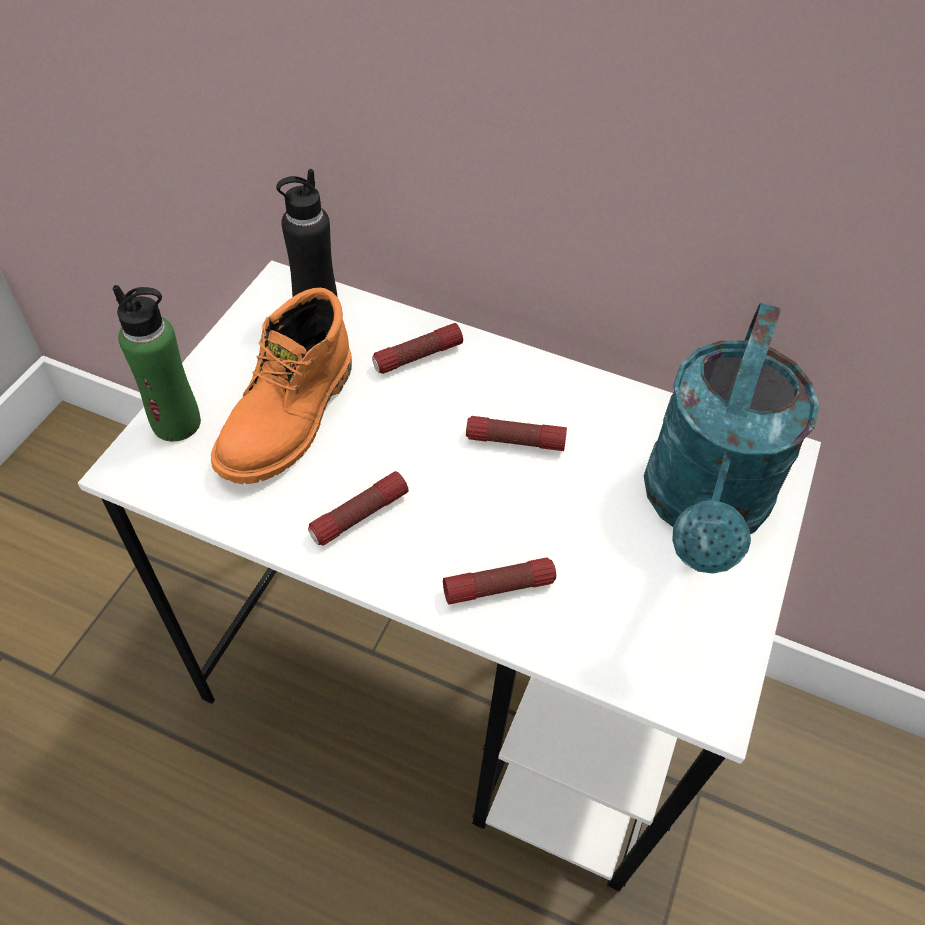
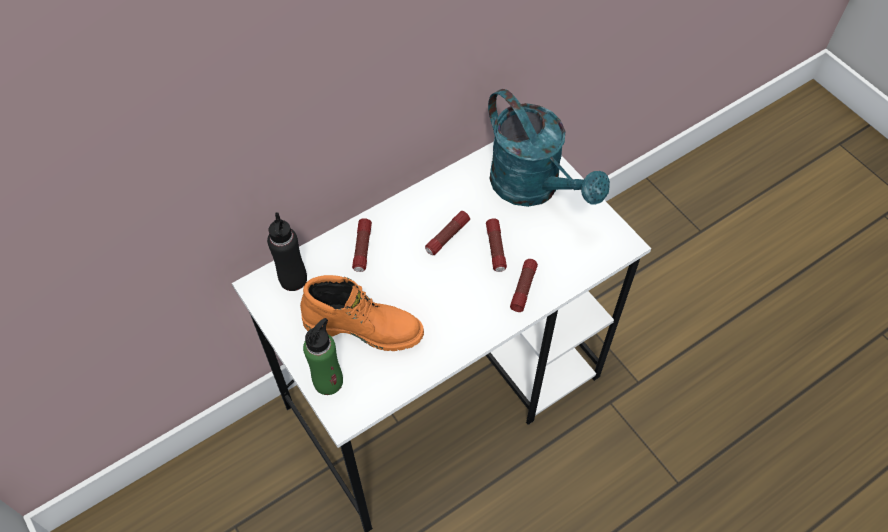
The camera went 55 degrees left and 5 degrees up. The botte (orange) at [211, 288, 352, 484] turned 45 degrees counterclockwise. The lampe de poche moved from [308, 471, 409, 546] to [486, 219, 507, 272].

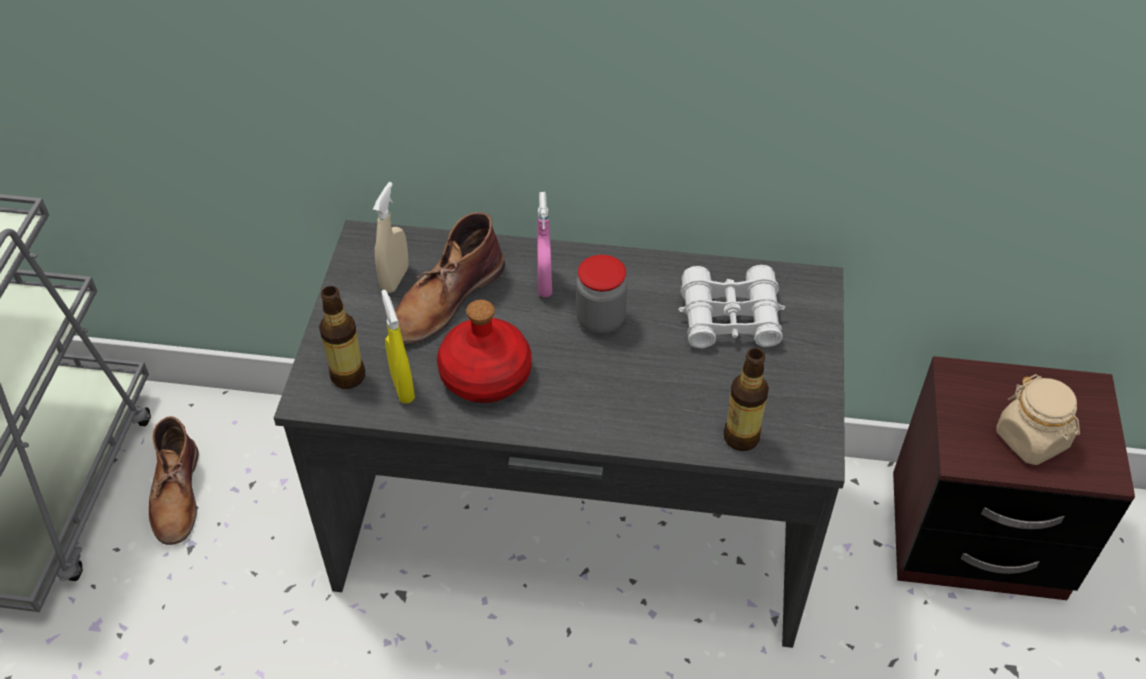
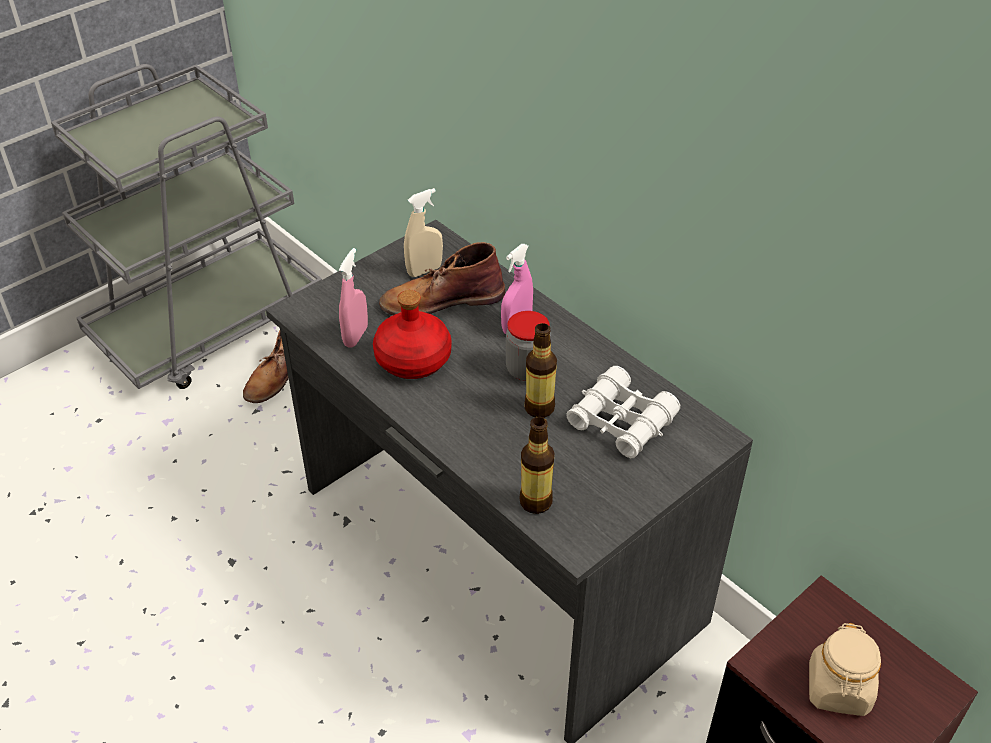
The camera went 40 degrees right and 5 degrees down. The vaporisateur (jaune) at [381, 290, 415, 403] became the vaporisateur (rose) at [339, 248, 368, 348]. The bouteille moved from [319, 286, 365, 389] to [524, 323, 557, 418].

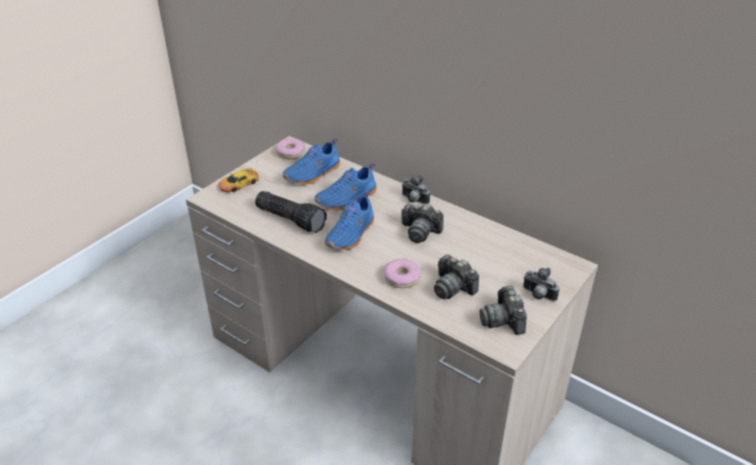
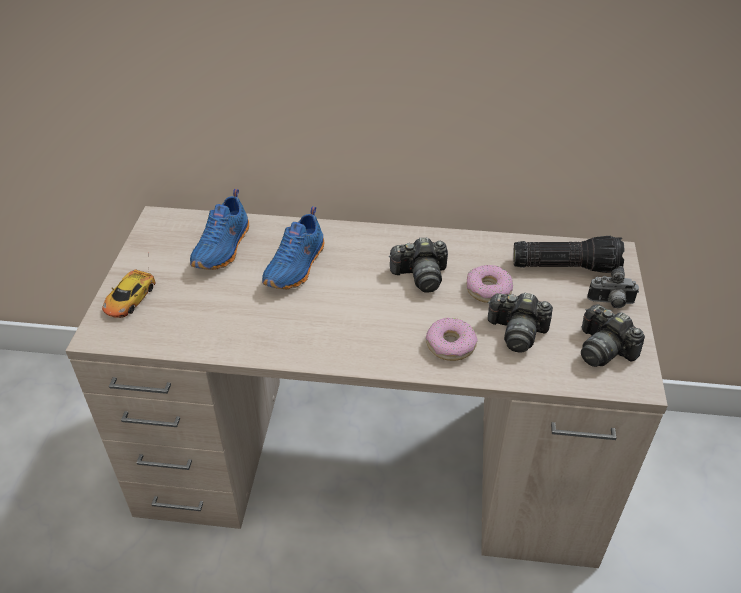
The camera went 30 degrees left and 5 degrees up. The beignet moved from [276, 138, 305, 159] to [466, 265, 513, 303]. The lampe de poche moved from [255, 191, 327, 233] to [513, 235, 625, 273]. The chaussure (bleu) at [325, 191, 374, 250] disappeared. The appareil photo at [402, 175, 430, 204] disappeared.

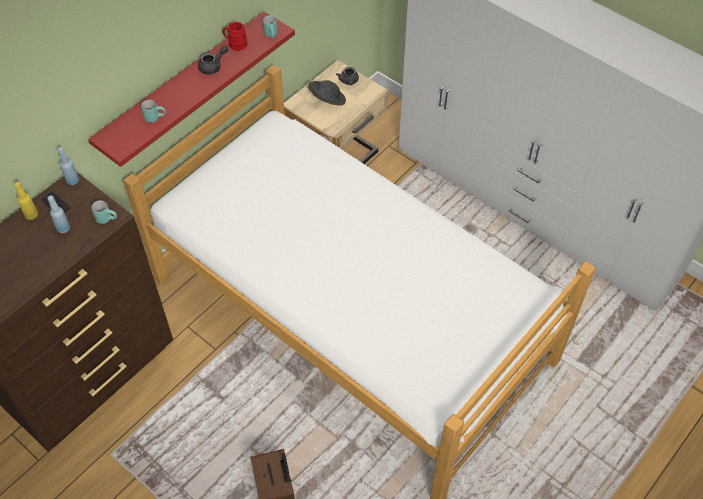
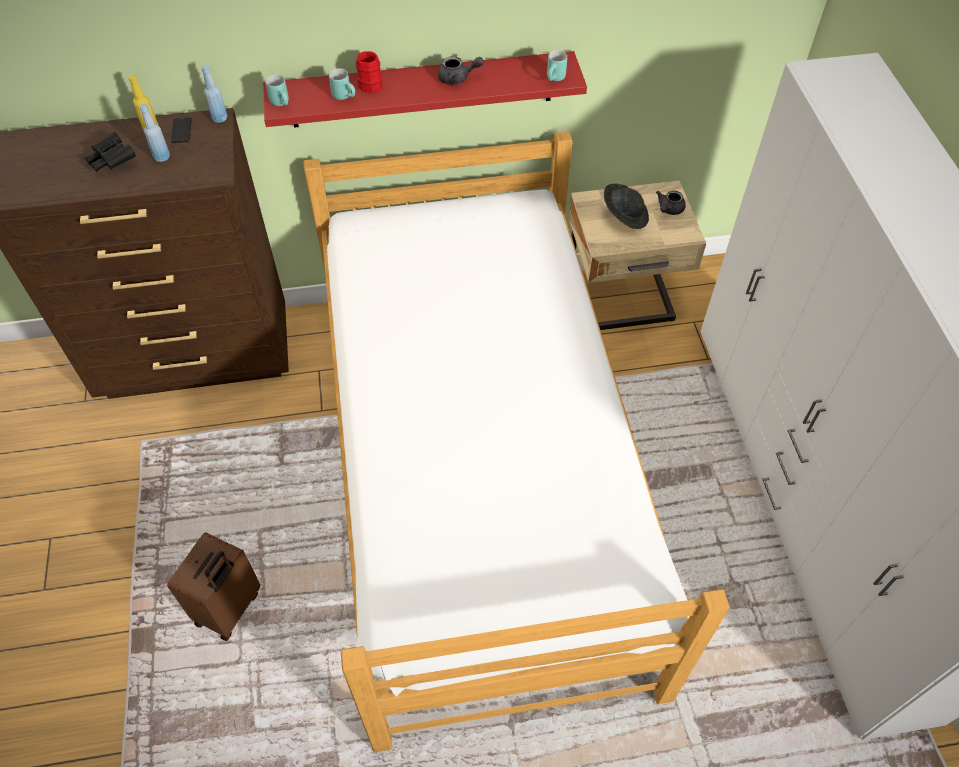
The camera went 40 degrees right and 0 degrees up. The jumelles (noir) at [85, 131, 136, 172] appeared. The mug (turquoise) moved from [91, 200, 117, 224] to [265, 75, 289, 106]. The mug (rouge) moved from [223, 22, 248, 51] to [355, 51, 383, 93].

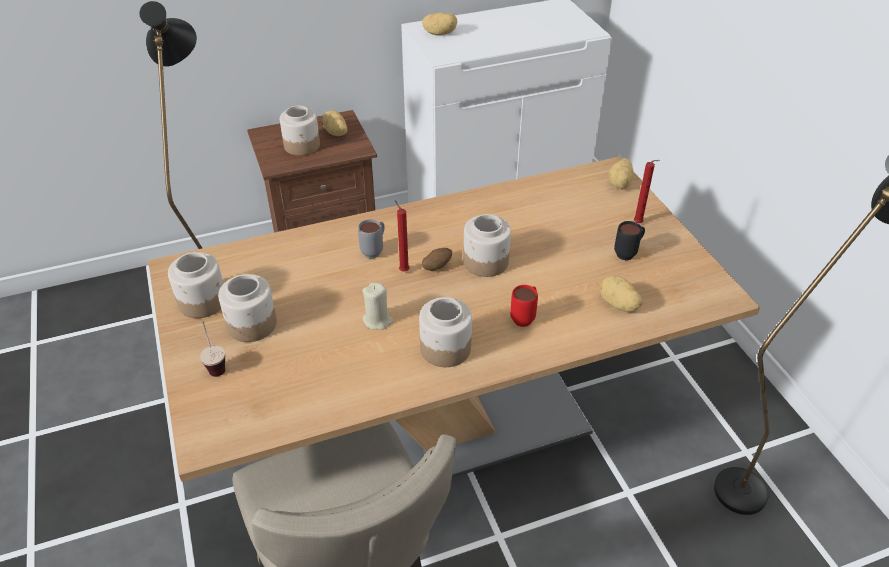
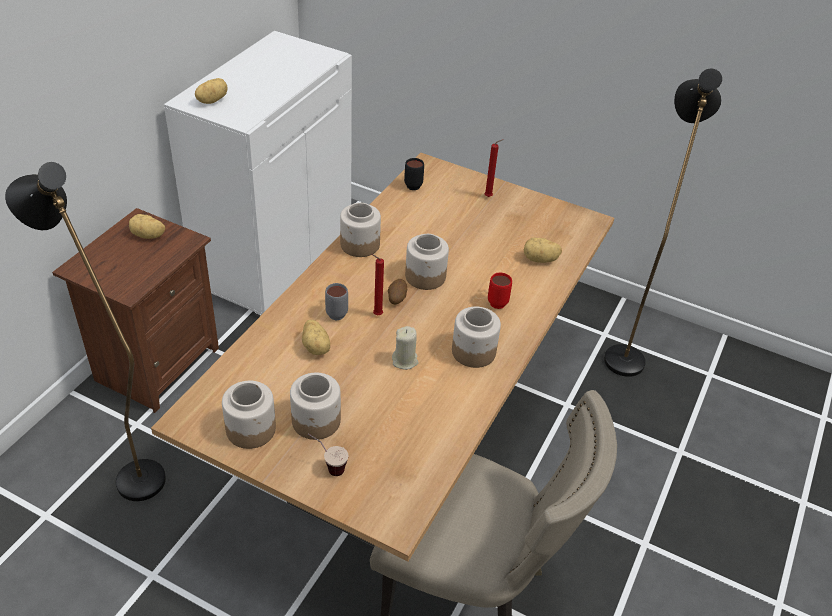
The camera went 45 degrees left and 0 degrees up. The pomme de terre moved from [609, 158, 634, 189] to [302, 319, 330, 355]. The bocal moved from [280, 106, 320, 156] to [340, 203, 381, 257]. The mug (noir) moved from [614, 221, 645, 260] to [404, 158, 424, 190].

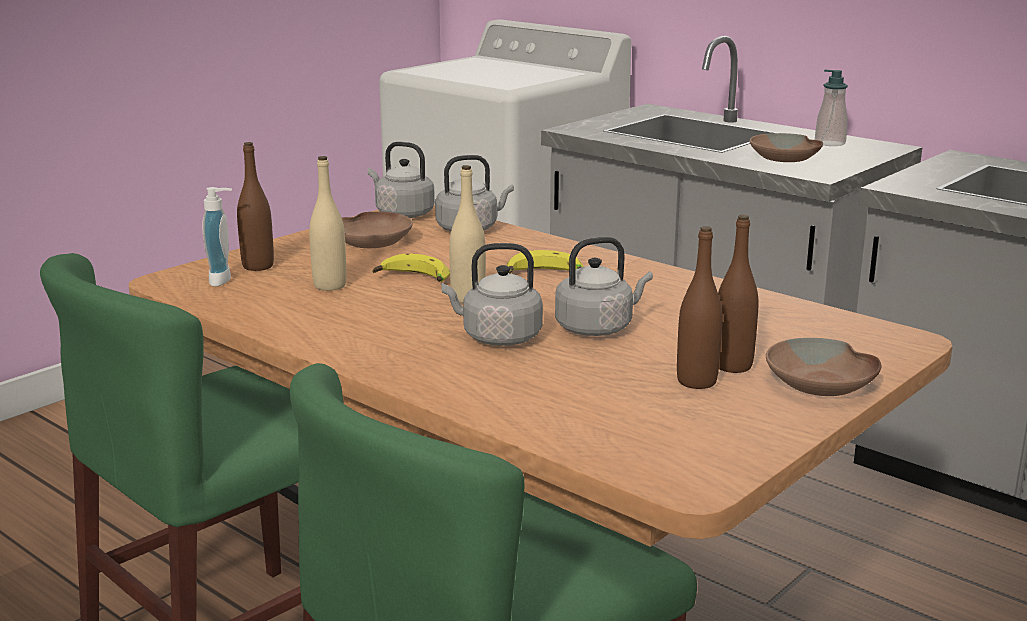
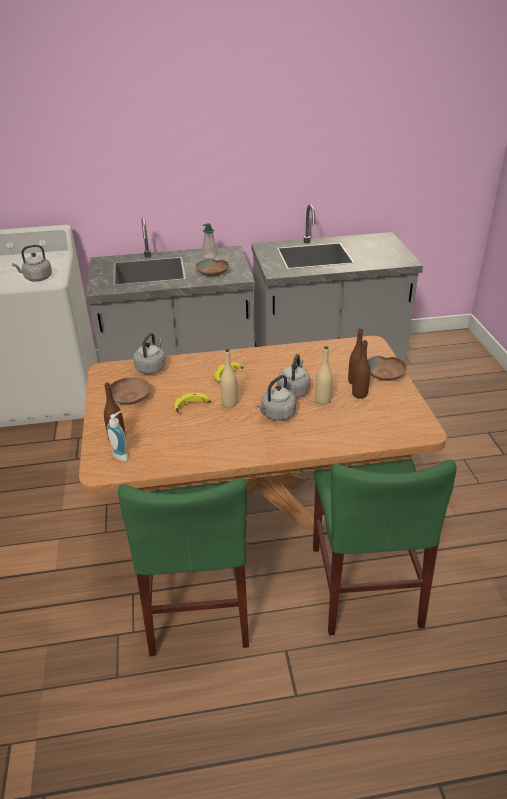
The camera went 50 degrees left and 15 degrees up. The bouilloire (gris) moved from [368, 142, 435, 218] to [12, 245, 52, 281]. The bouteille (beige) moved from [309, 156, 346, 291] to [315, 346, 333, 405].

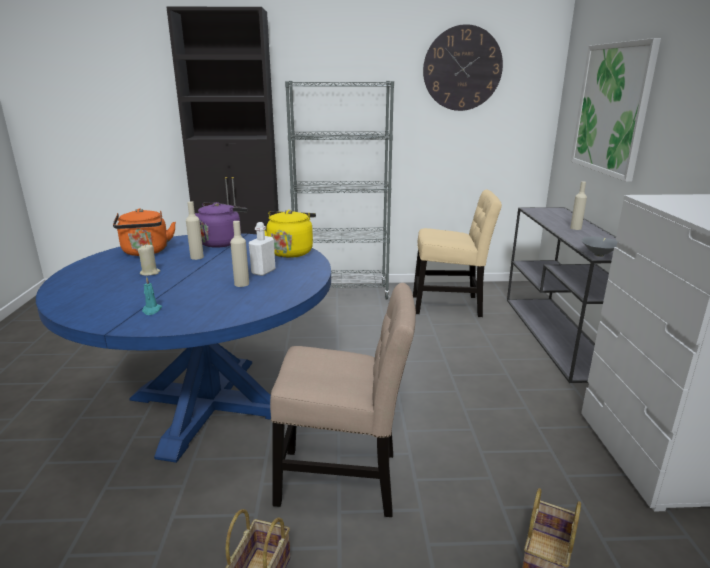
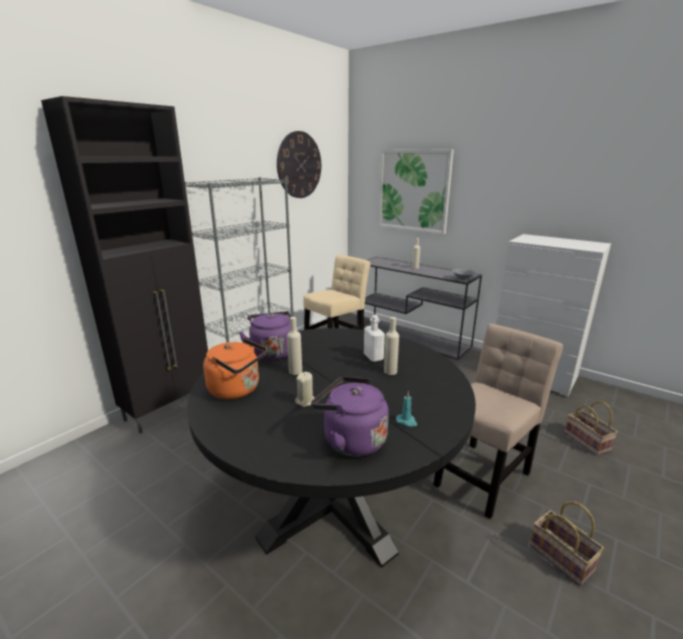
The camera went 50 degrees left and 0 degrees up. The table à manger (bleu) at [36, 233, 331, 463] became the table à manger (noir) at [187, 328, 476, 567]. The bouilloire (violet) at [311, 377, 389, 457] appeared. The bouilloire (jaune) at [265, 210, 316, 258] disappeared.

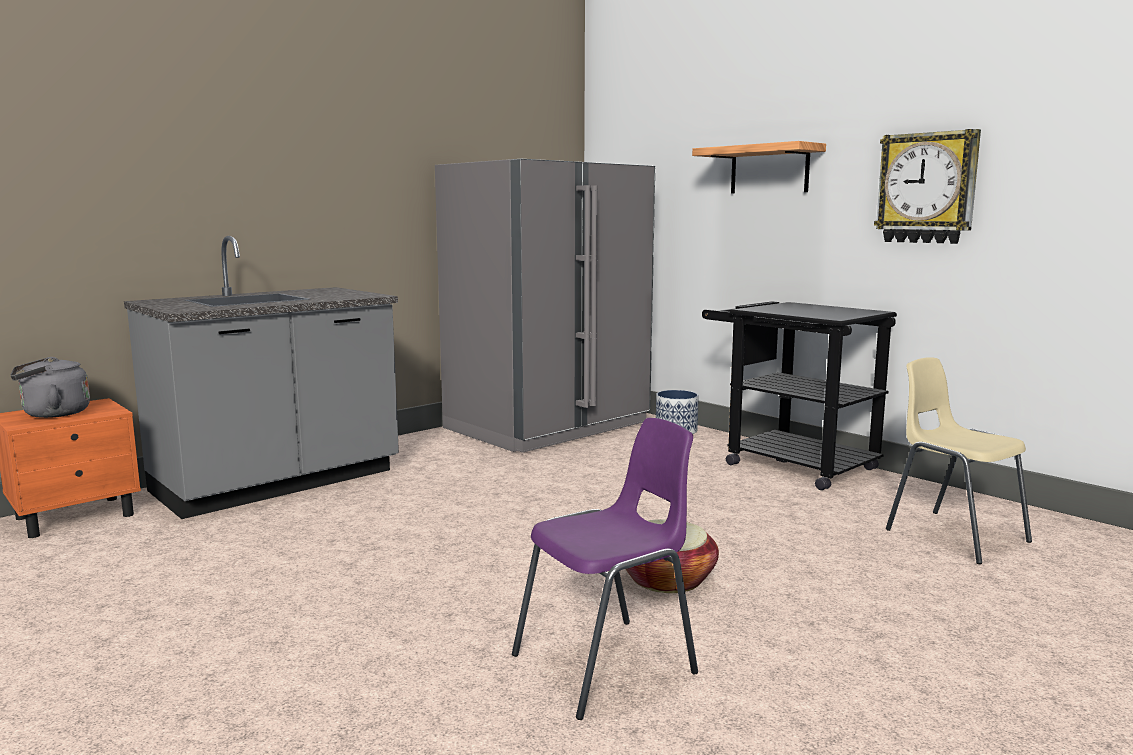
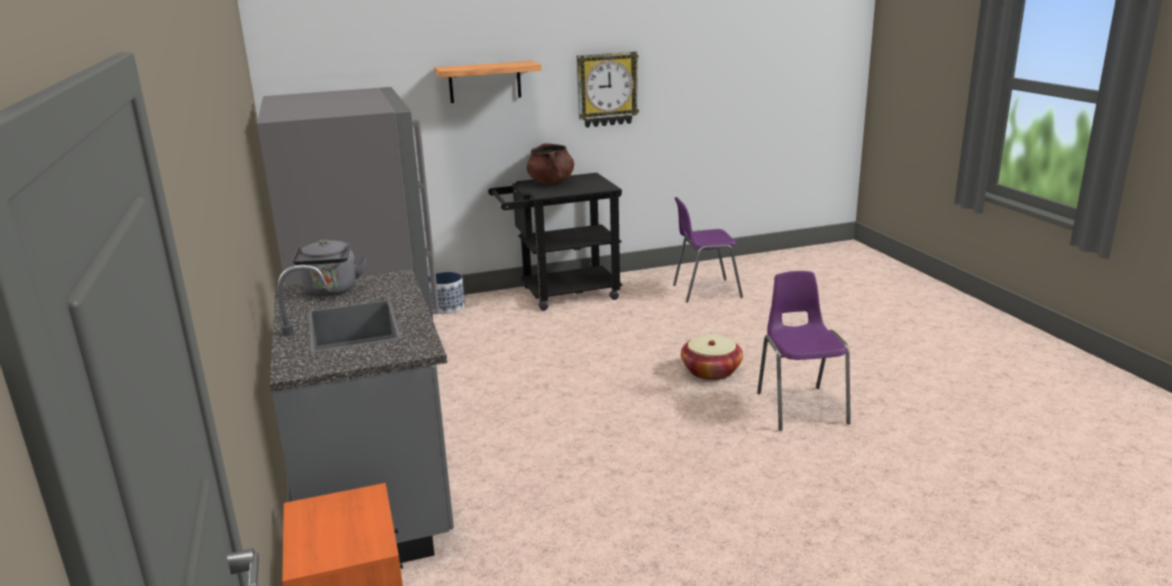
The camera went 65 degrees left and 10 degrees up. The bouilloire (gris) moved from [11, 357, 90, 418] to [293, 239, 366, 296]. The marmite (marron) at [527, 143, 574, 184] appeared. The chaise (beige) at [886, 357, 1032, 564] became the chaise (violet) at [673, 197, 743, 302].

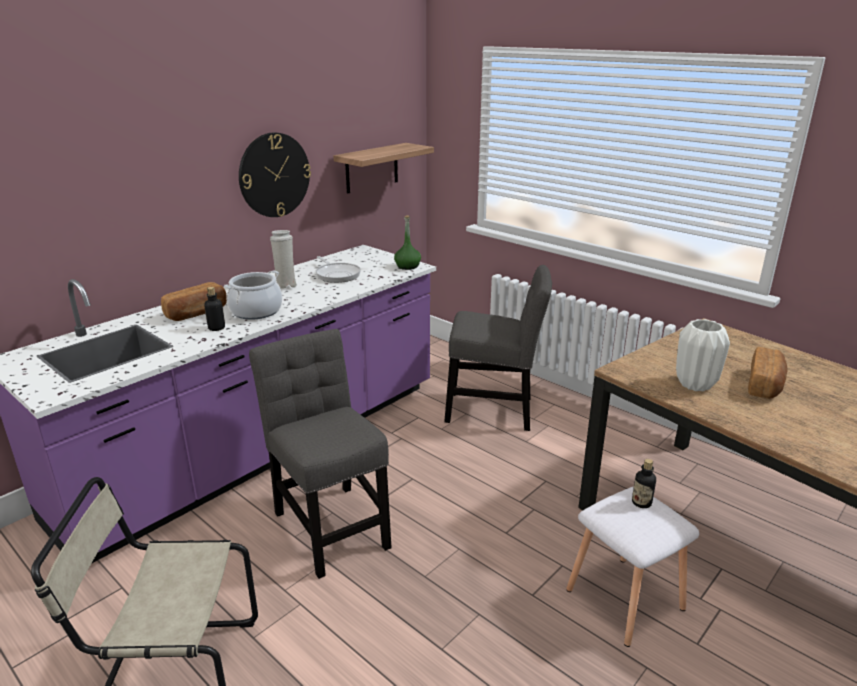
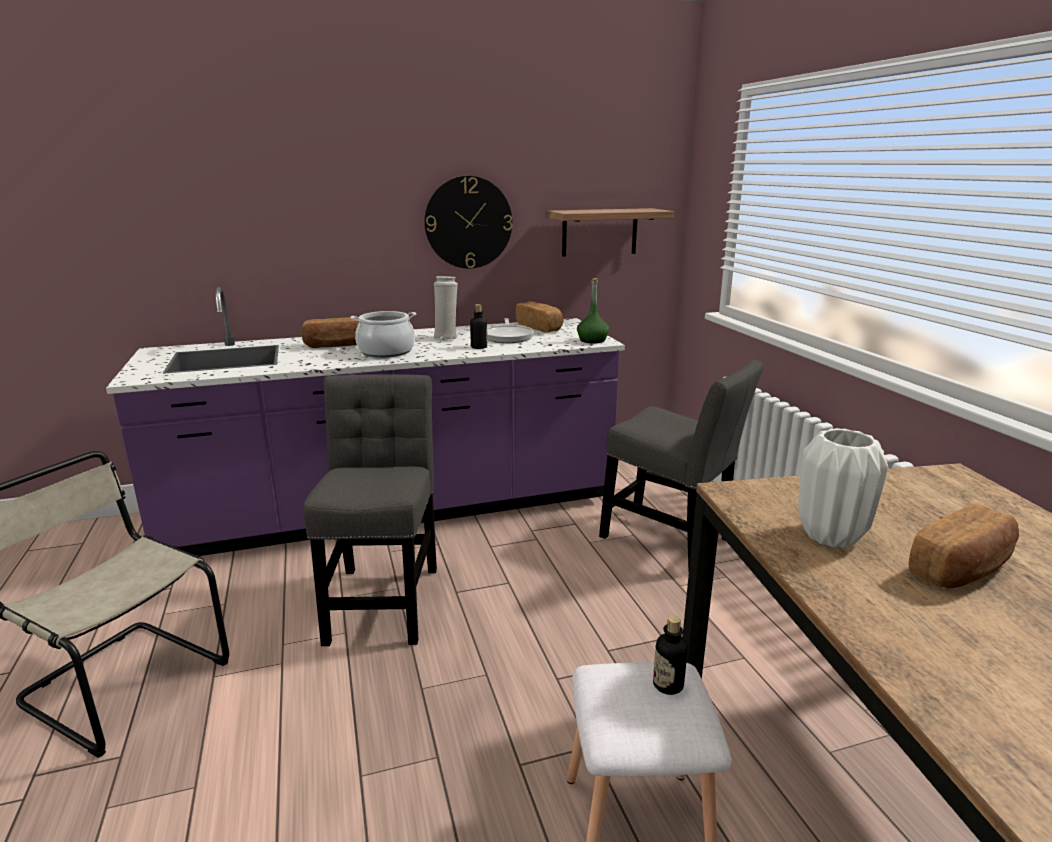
The camera went 30 degrees right and 5 degrees down. The bouteille moved from [204, 287, 225, 331] to [470, 304, 487, 349]. The pain at [516, 301, 564, 333] appeared.

